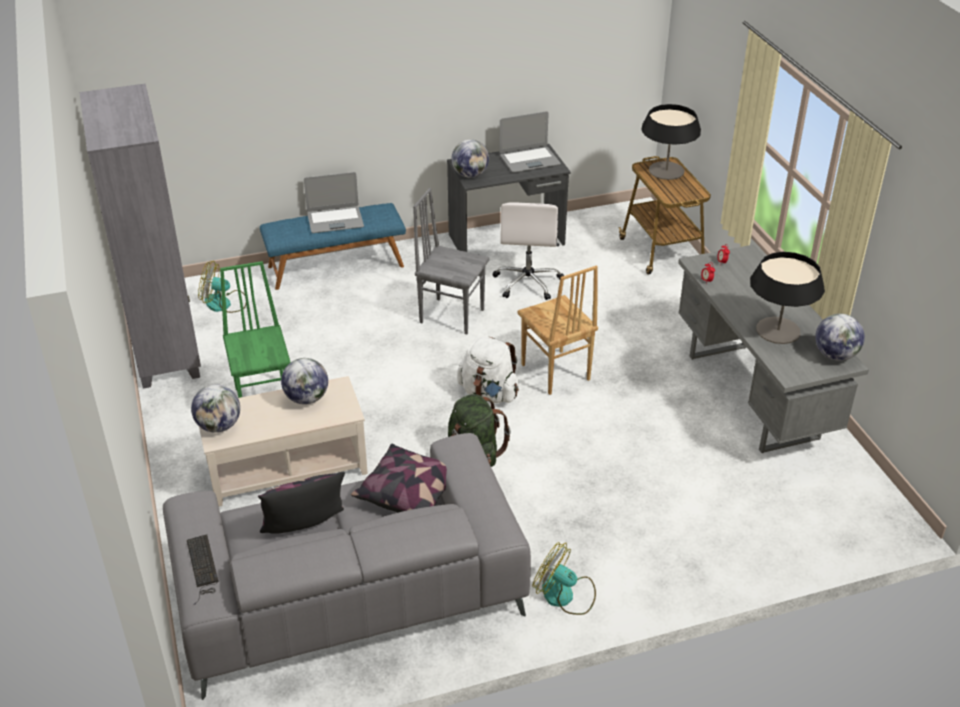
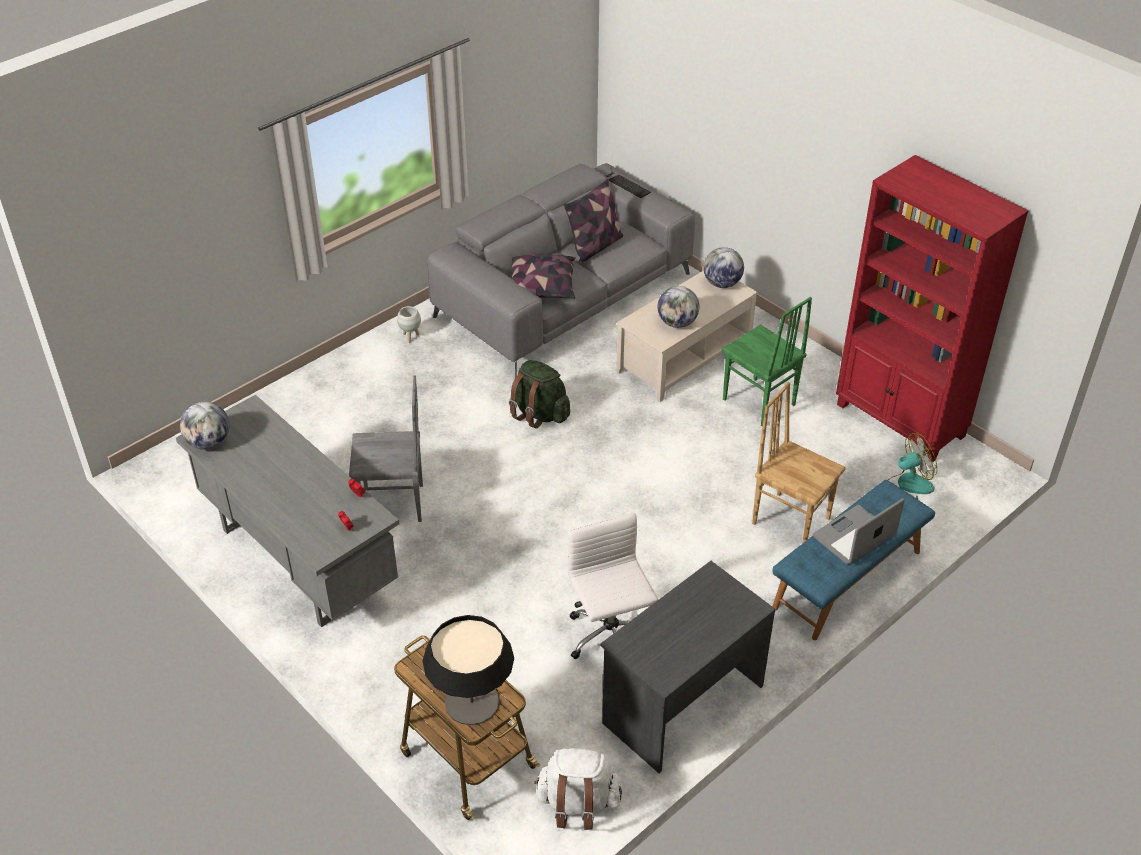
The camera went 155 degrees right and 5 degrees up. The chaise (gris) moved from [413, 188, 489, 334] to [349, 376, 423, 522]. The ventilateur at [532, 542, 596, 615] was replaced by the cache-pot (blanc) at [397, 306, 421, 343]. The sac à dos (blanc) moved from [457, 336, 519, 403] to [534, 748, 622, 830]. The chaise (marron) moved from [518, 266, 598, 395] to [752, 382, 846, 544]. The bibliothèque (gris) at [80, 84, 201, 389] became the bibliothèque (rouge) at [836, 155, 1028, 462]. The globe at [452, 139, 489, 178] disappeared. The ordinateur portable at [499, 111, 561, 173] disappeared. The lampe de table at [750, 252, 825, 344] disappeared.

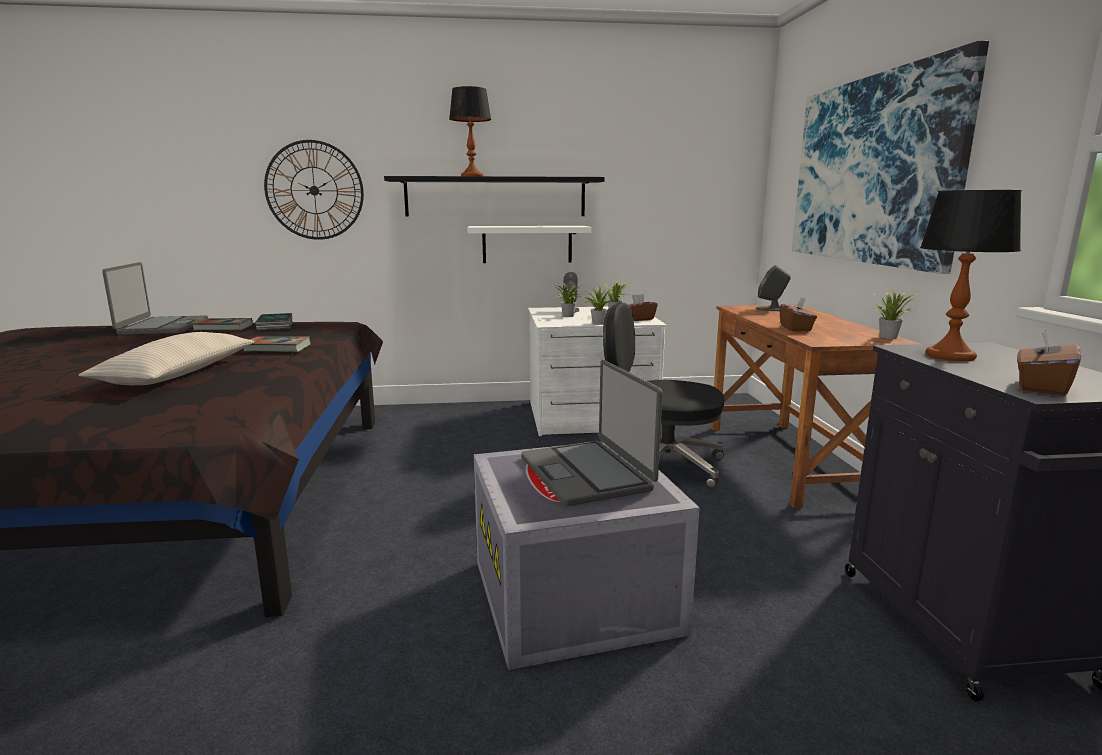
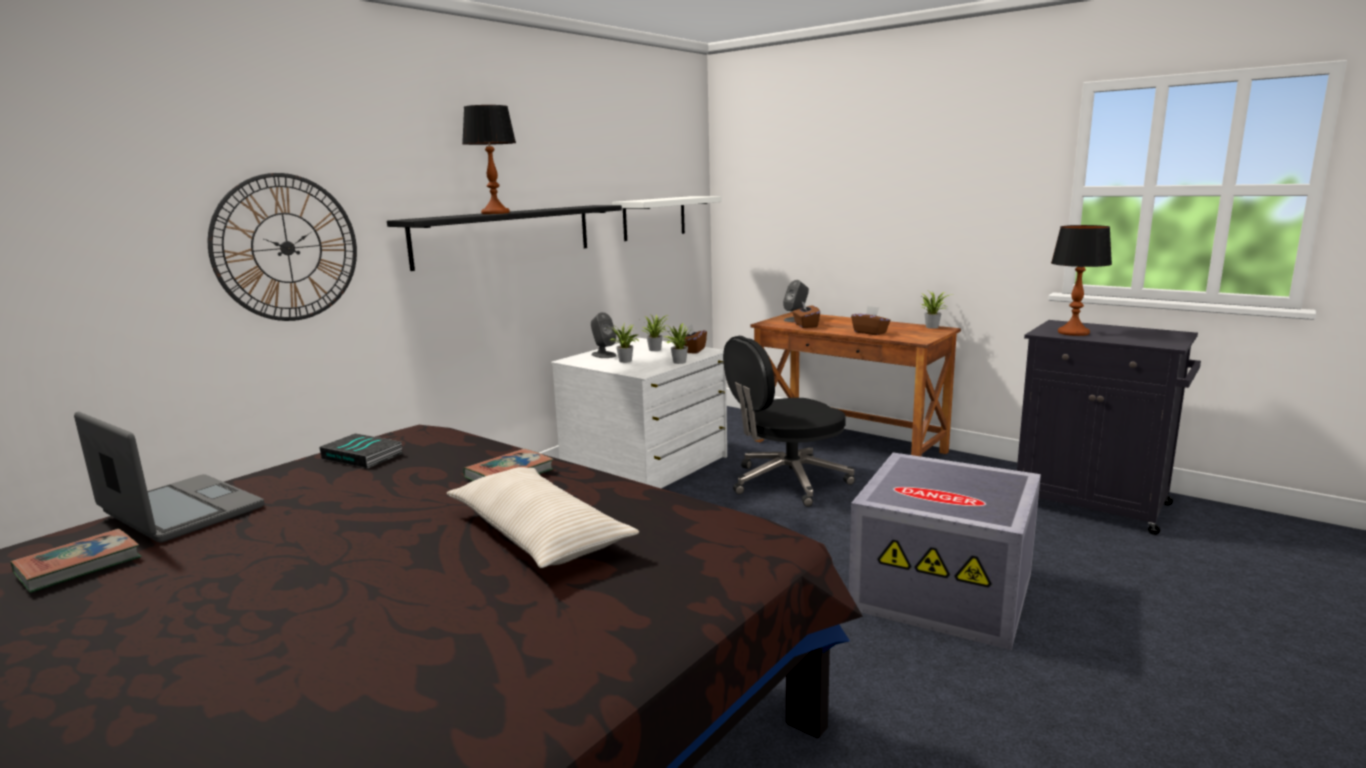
The camera went 45 degrees left and 0 degrees up. The livre moved from [192, 318, 253, 331] to [11, 529, 142, 593]. The étagère (blanc) moved from [468, 226, 592, 263] to [612, 196, 722, 241]. The boîte à mouchoirs (marron) moved from [1017, 329, 1081, 396] to [792, 300, 820, 328]. The ordinateur portable at [521, 360, 662, 506] disappeared. The tableau at [792, 41, 989, 274] disappeared.

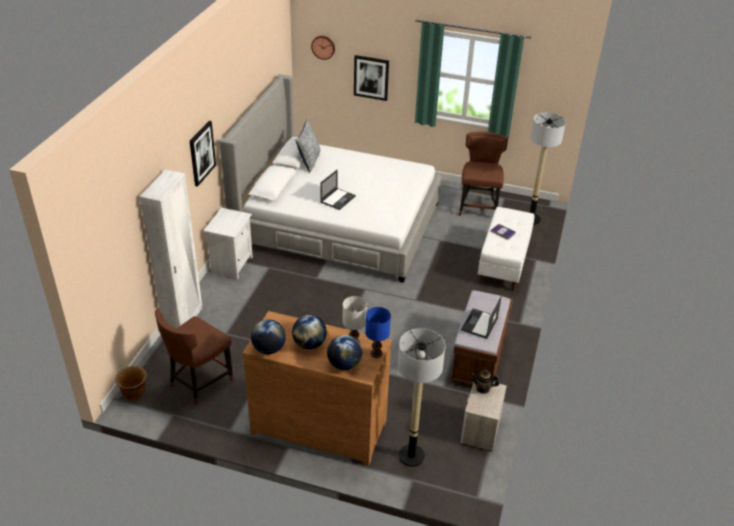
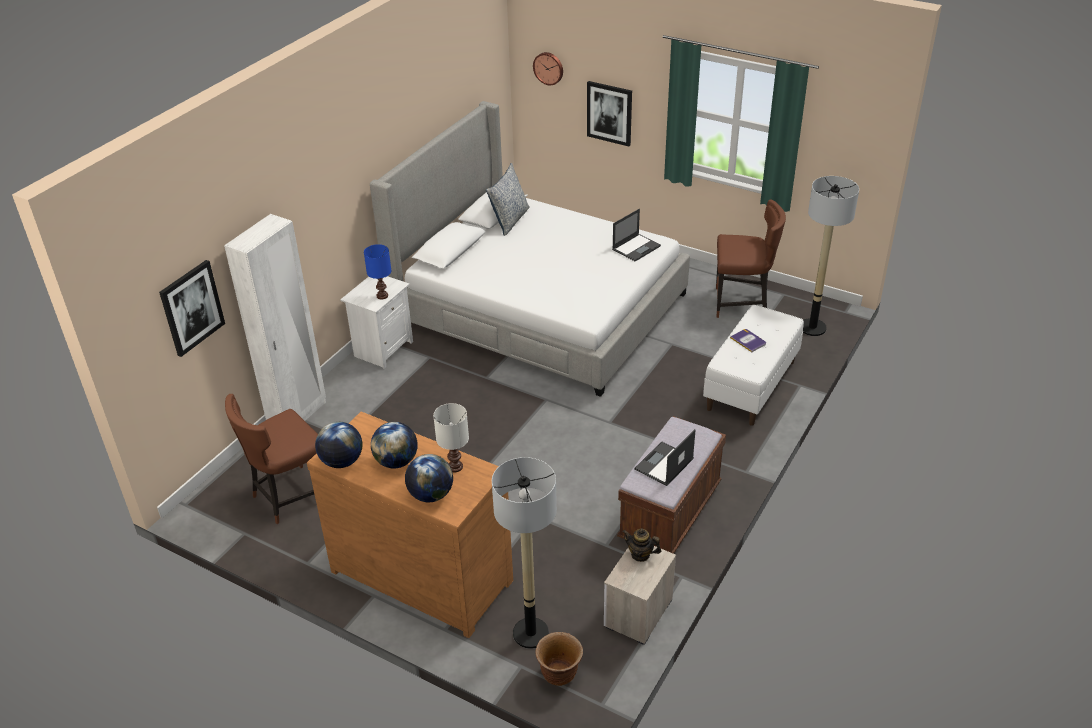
The camera went 15 degrees right and 0 degrees up. The tableau moved from [190, 121, 216, 187] to [159, 260, 225, 357]. The lampe de table (bleu) moved from [365, 307, 391, 358] to [364, 244, 392, 299]. The cache-pot (marron) moved from [115, 366, 147, 401] to [536, 632, 583, 686]. The ordinateur portable moved from [320, 169, 356, 210] to [612, 209, 661, 262]. The chaise (marron) at [459, 132, 508, 216] turned 75 degrees clockwise.

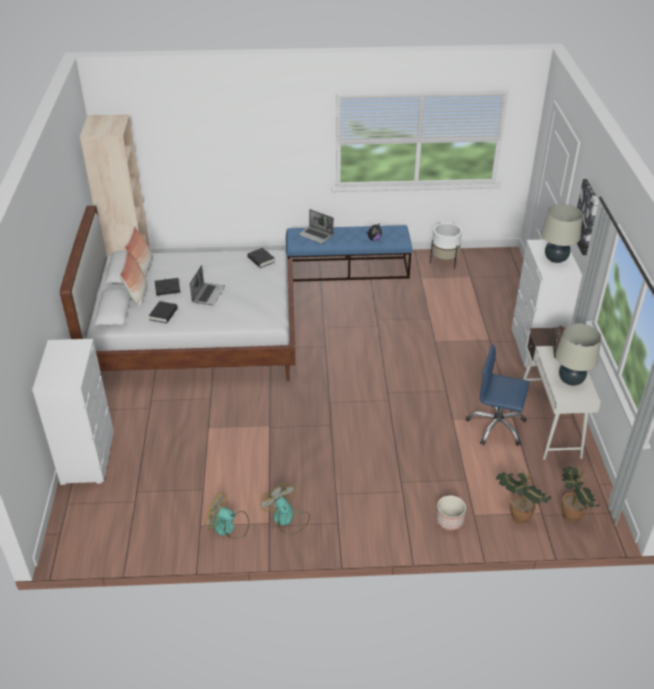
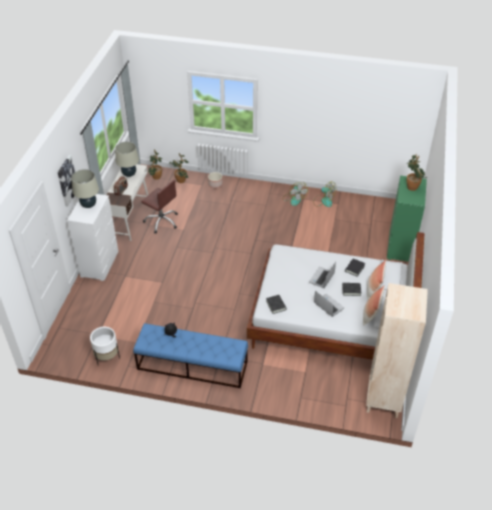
The camera went 165 degrees left and 5 degrees up. The chaise de bureau (bleu) at [466, 344, 529, 446] became the chaise de bureau (marron) at [141, 180, 178, 233]. The ordinateur portable moved from [298, 209, 334, 244] to [314, 291, 344, 317]. The commode (blanc) at [32, 339, 114, 485] became the commode (vert) at [387, 175, 427, 262]. The plante en pot at [407, 154, 428, 191] appeared.

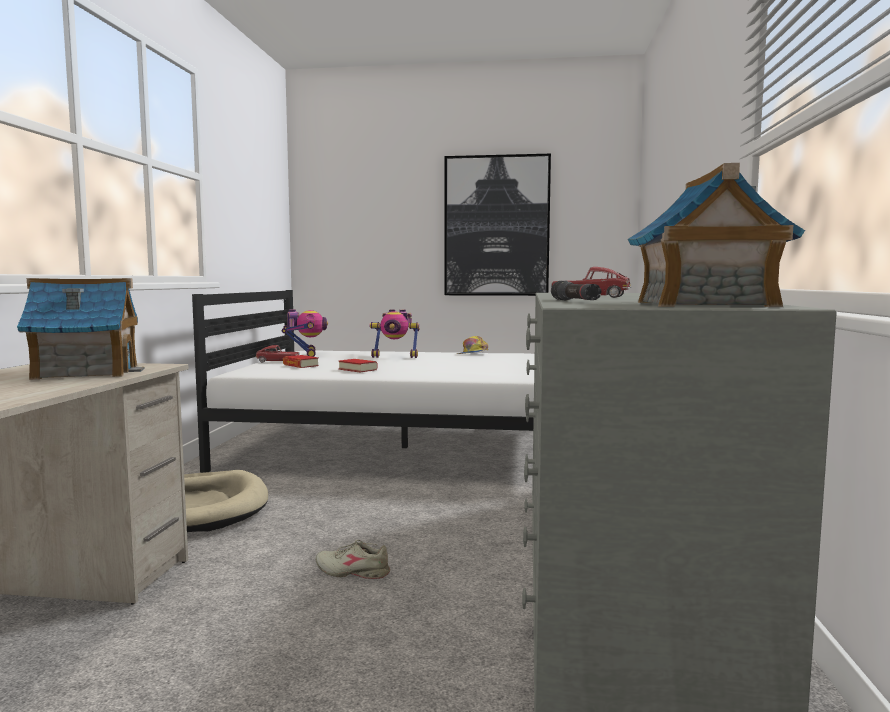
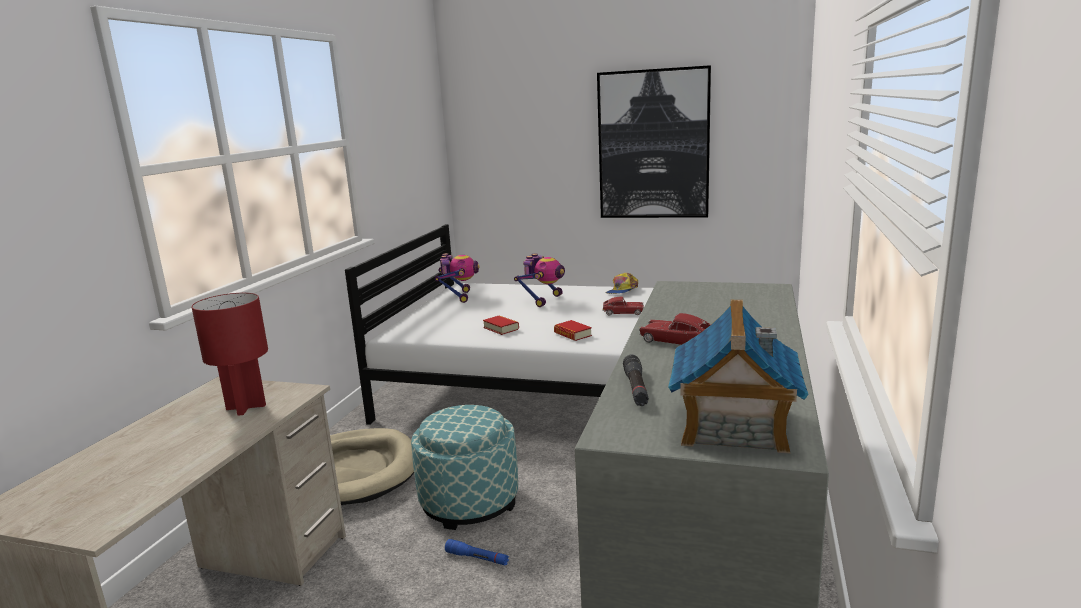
The camera went 10 degrees right and 10 degrees up. The maison miniature at [17, 278, 144, 380] was replaced by the lampe de table (rouge) at [191, 293, 268, 416]. The pouf at [411, 405, 518, 530] appeared. The chaussure (beige) at [315, 540, 390, 579] was replaced by the lampe de poche (bleu) at [445, 539, 509, 566]. The robot jouet at [369, 310, 420, 358] turned 75 degrees counterclockwise. The livre moved from [283, 355, 319, 368] to [554, 320, 592, 341]. The petite voiture moved from [255, 345, 300, 362] to [602, 296, 644, 315].

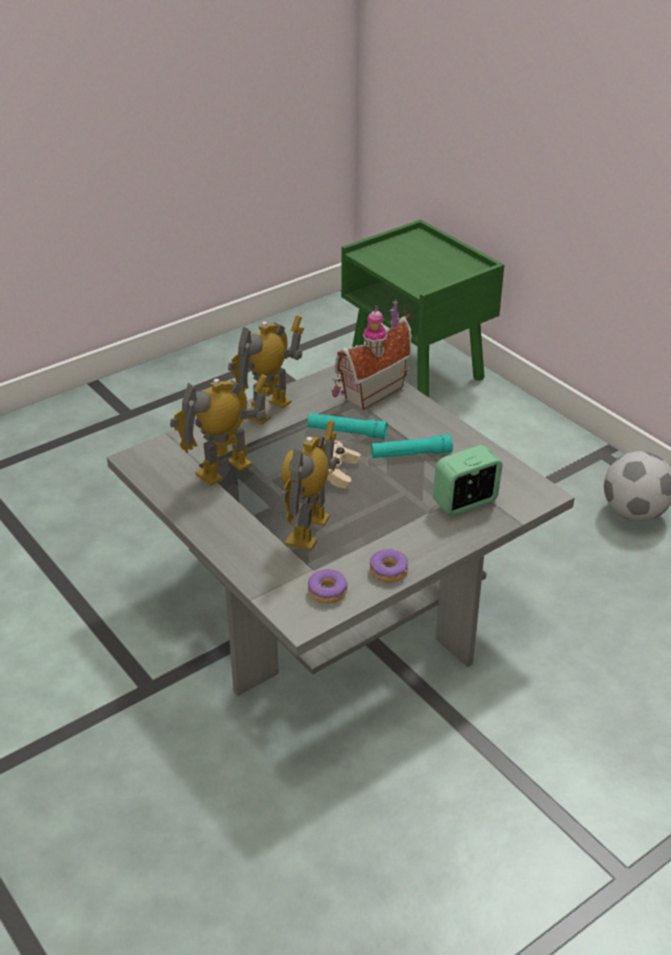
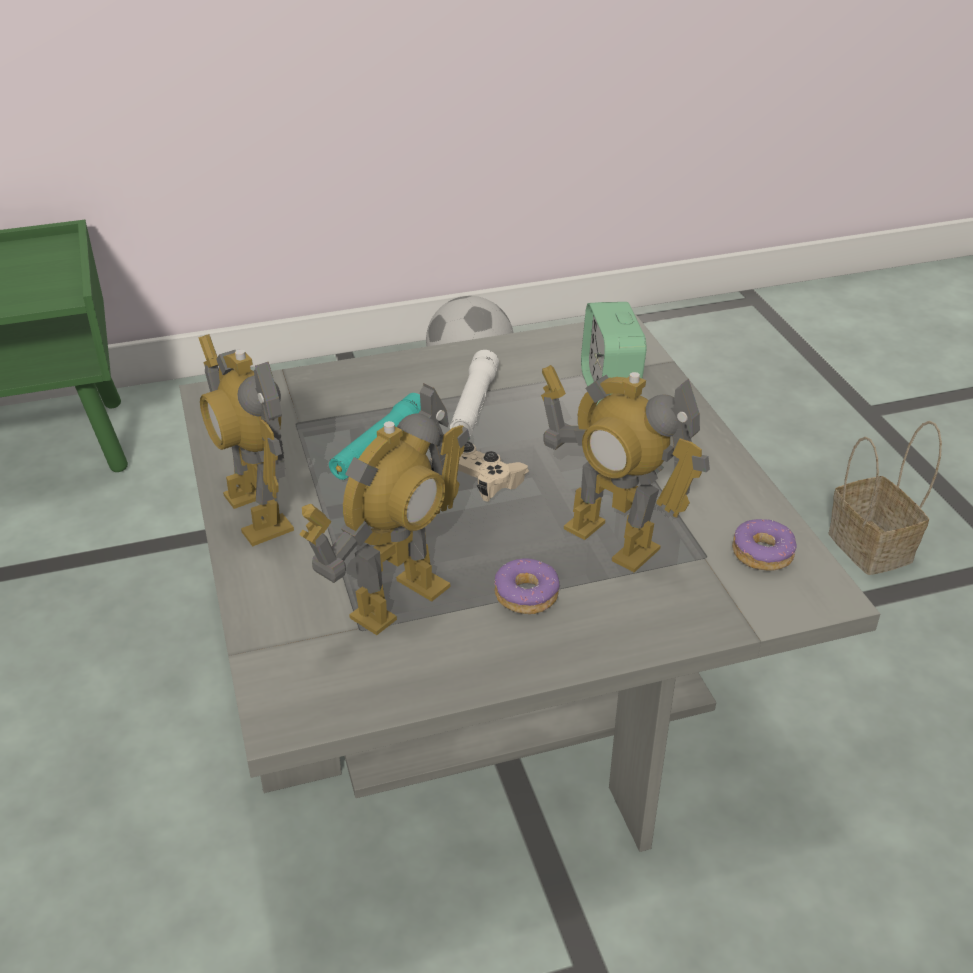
The camera went 70 degrees left and 0 degrees up. The robot jouet at [170, 374, 270, 486] turned 120 degrees counterclockwise. The lampe de poche (turquoise) at [371, 434, 453, 458] became the lampe de poche (blanc) at [450, 350, 499, 436]. The beignet moved from [370, 549, 409, 582] to [494, 558, 559, 614]. The panier at [828, 421, 942, 575] appeared. The maison miniature at [332, 299, 412, 410] disappeared.

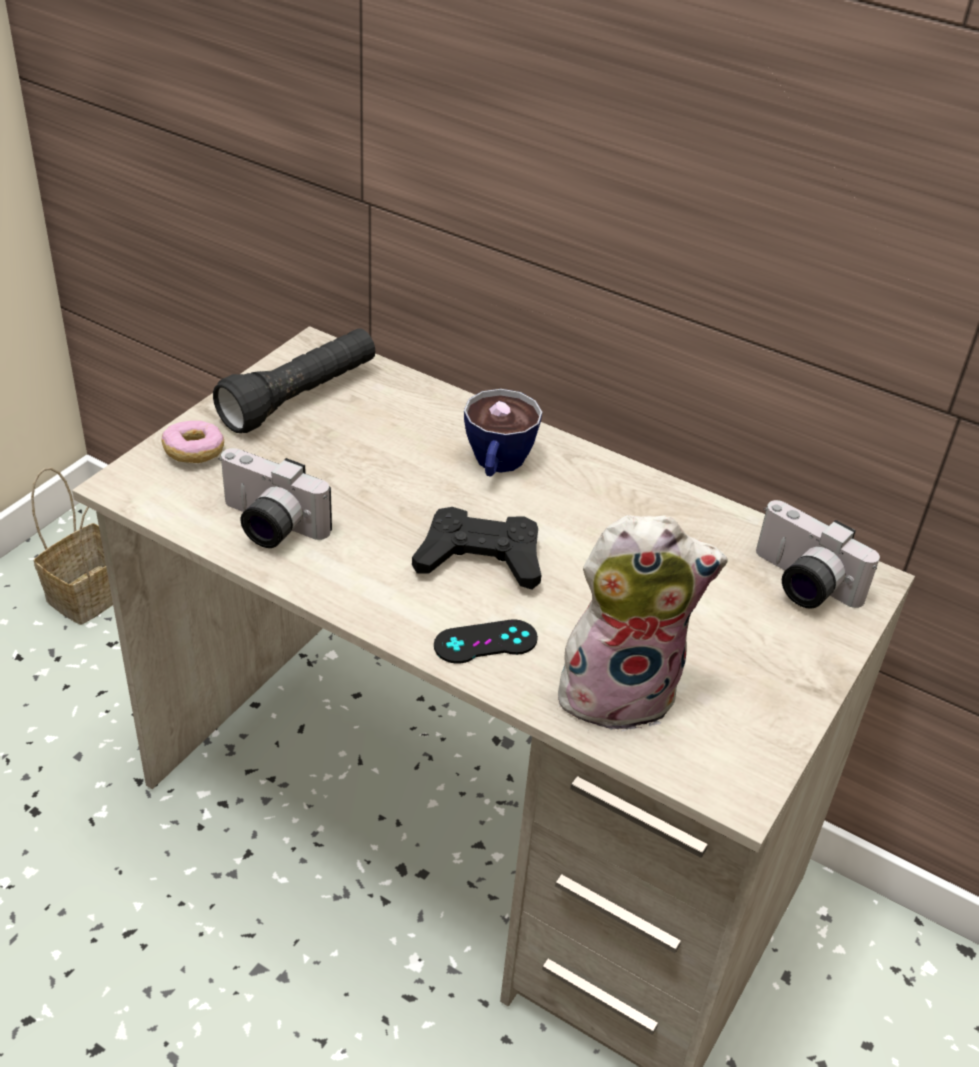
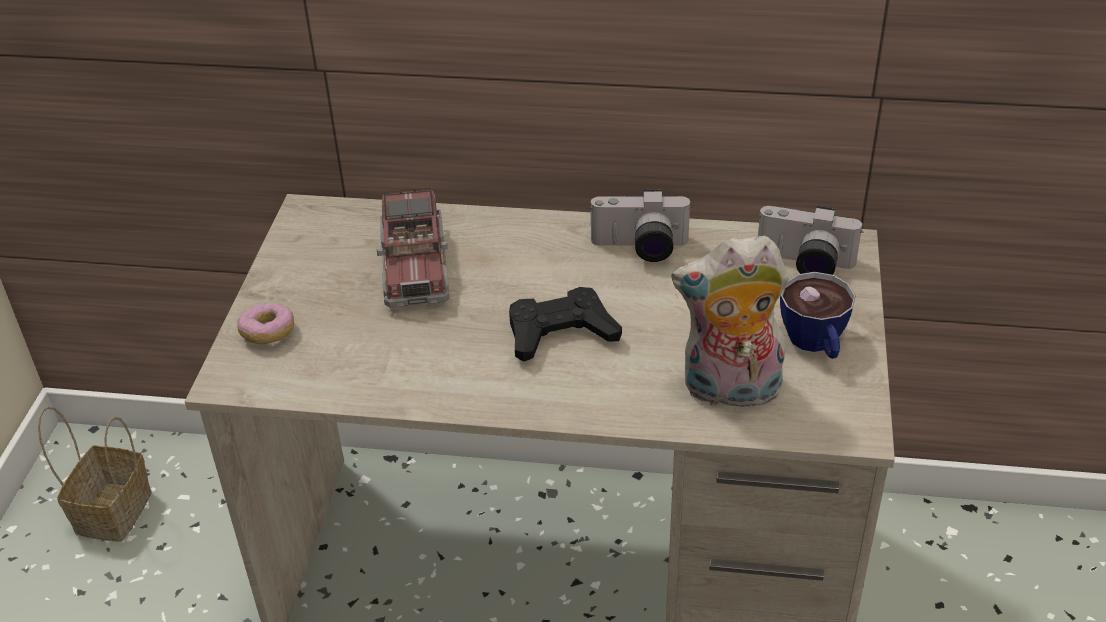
The camera went 20 degrees left and 0 degrees up. The camion jouet at [376, 188, 450, 308] appeared. The appareil photo moved from [218, 448, 332, 548] to [589, 190, 692, 262]. The peluche at [558, 515, 728, 731] turned 150 degrees counterclockwise. The tasse moved from [464, 389, 542, 476] to [780, 272, 856, 359]. The lampe de poche (noir) at [213, 328, 375, 433] disappeared. The manette (noir) at [434, 619, 538, 664] disappeared.

